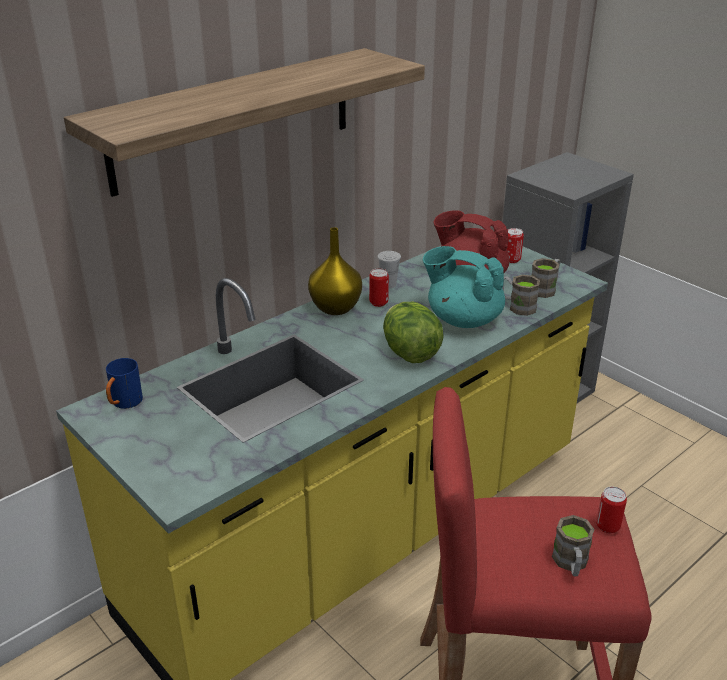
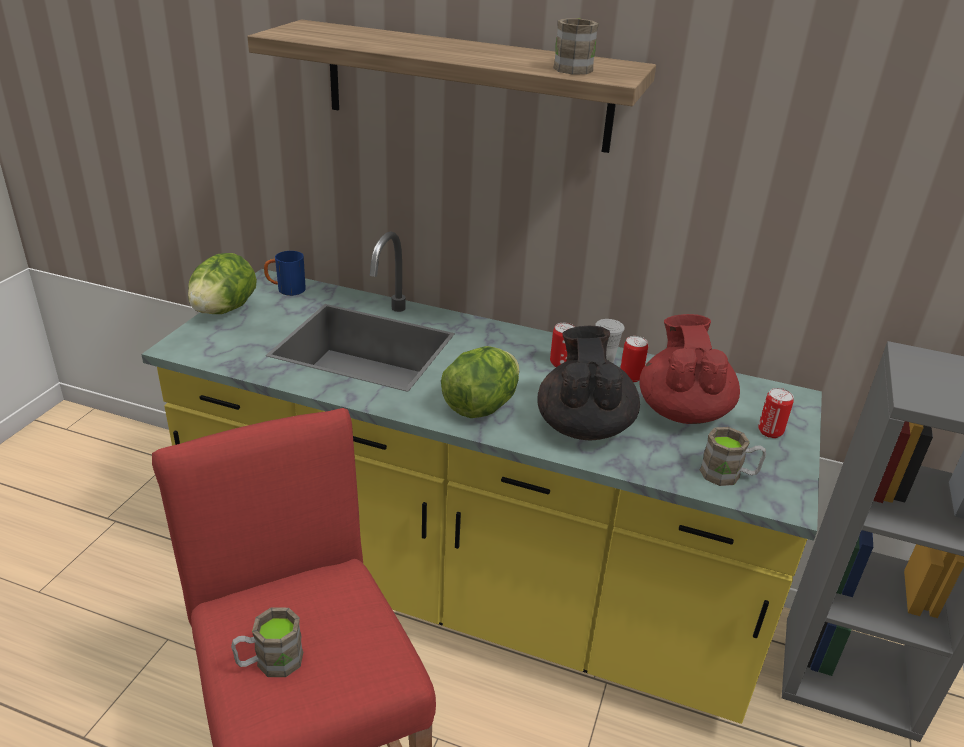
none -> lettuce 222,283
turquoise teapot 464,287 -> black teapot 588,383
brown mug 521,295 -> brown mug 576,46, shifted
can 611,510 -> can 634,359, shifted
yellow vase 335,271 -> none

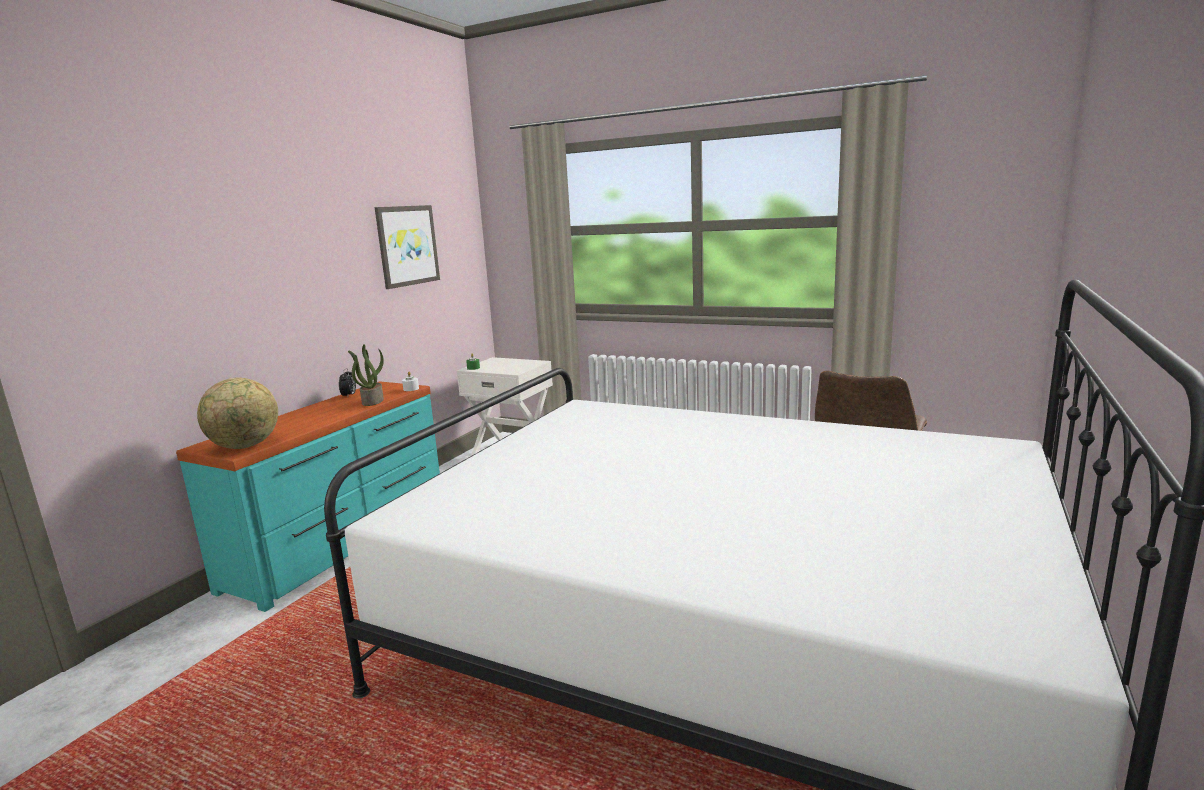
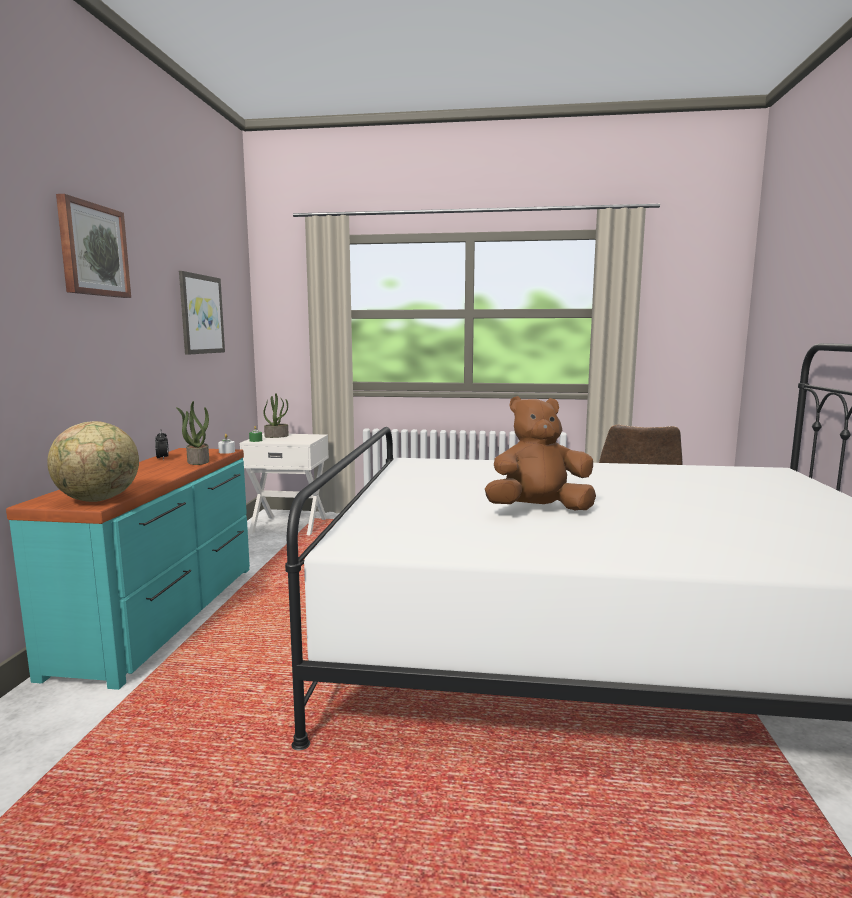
none -> picture 93,246
none -> potted plant 276,415
none -> brown plush toy 540,453

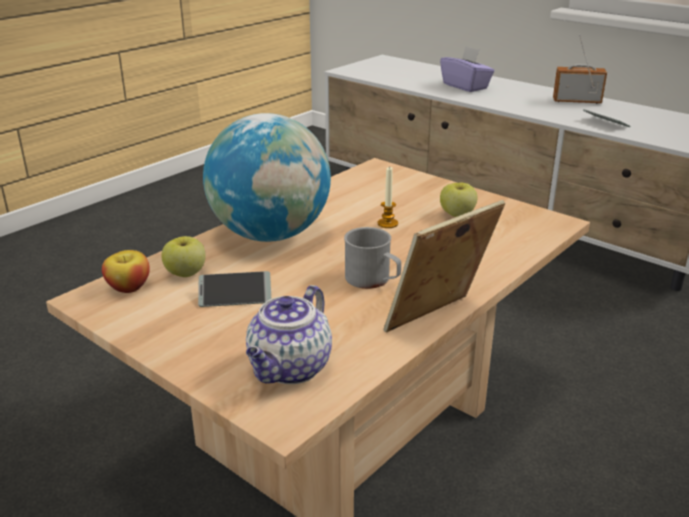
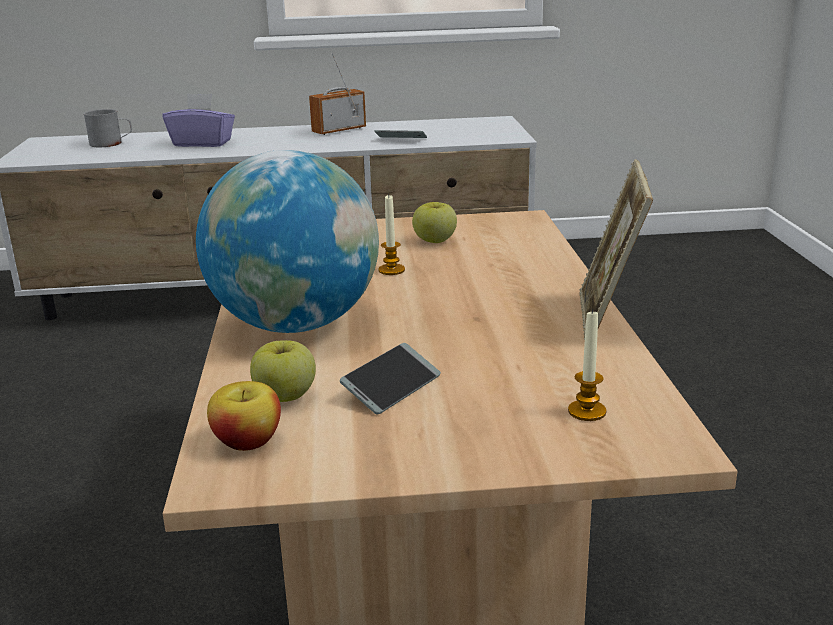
grey mug 372,258 -> grey mug 107,128, shifted
teapot 289,334 -> candle 587,365

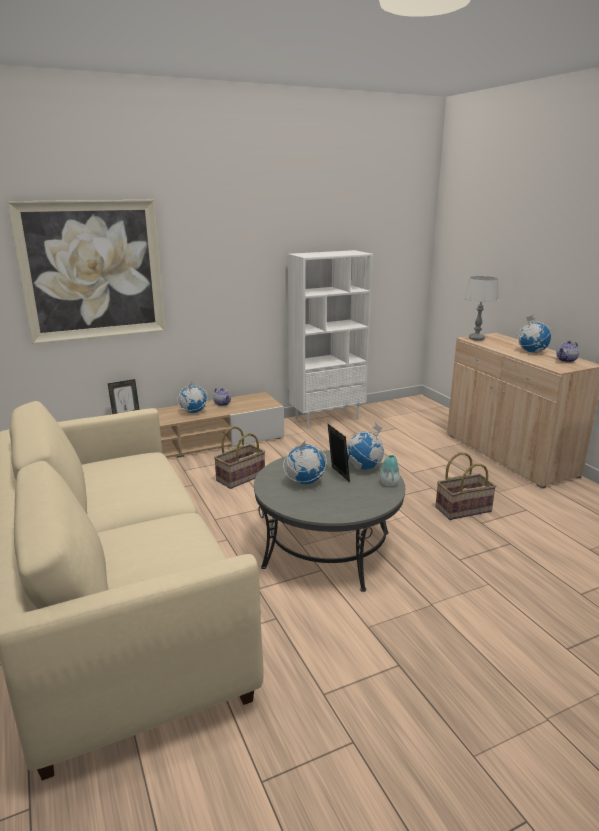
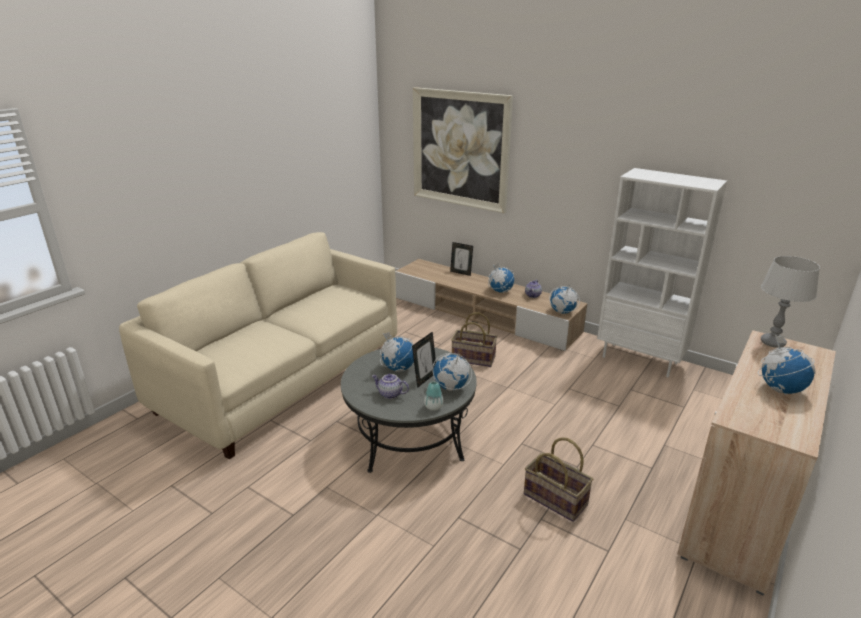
teapot 567,352 -> teapot 390,386, shifted
none -> globe 564,299

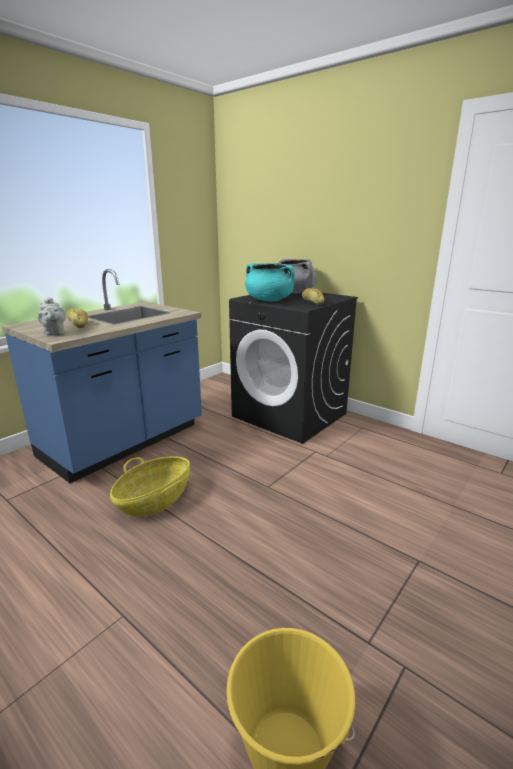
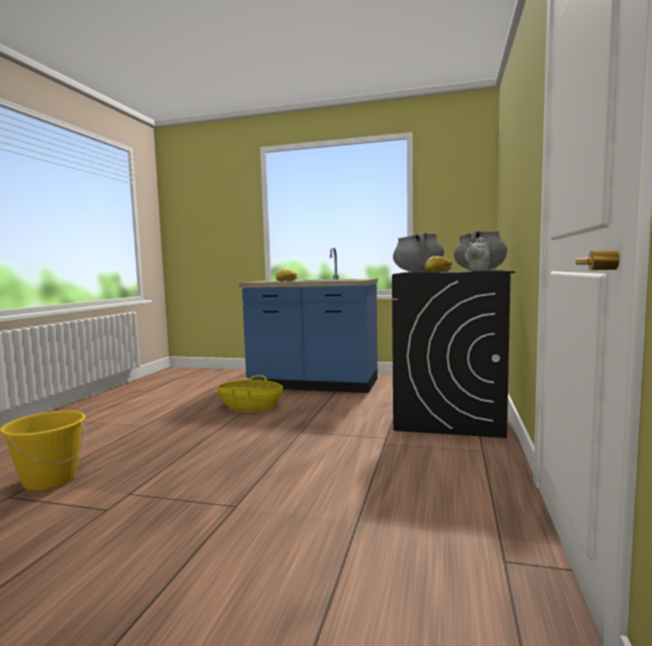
turquoise cooking pot 270,282 -> grey cooking pot 418,252
grey teapot 52,316 -> grey teapot 477,254, shifted

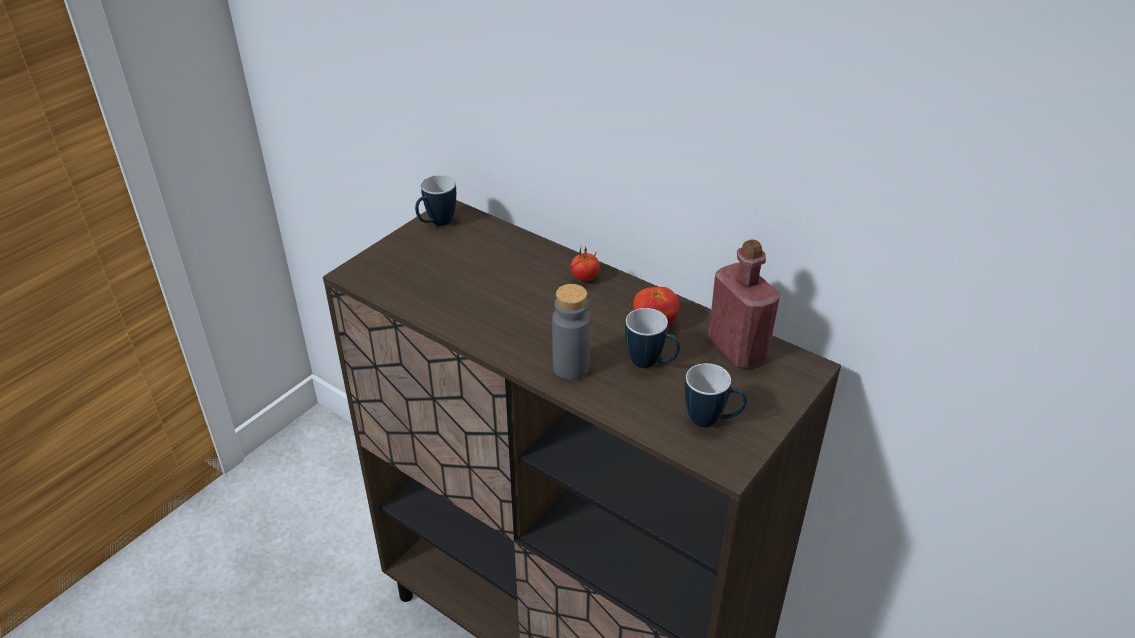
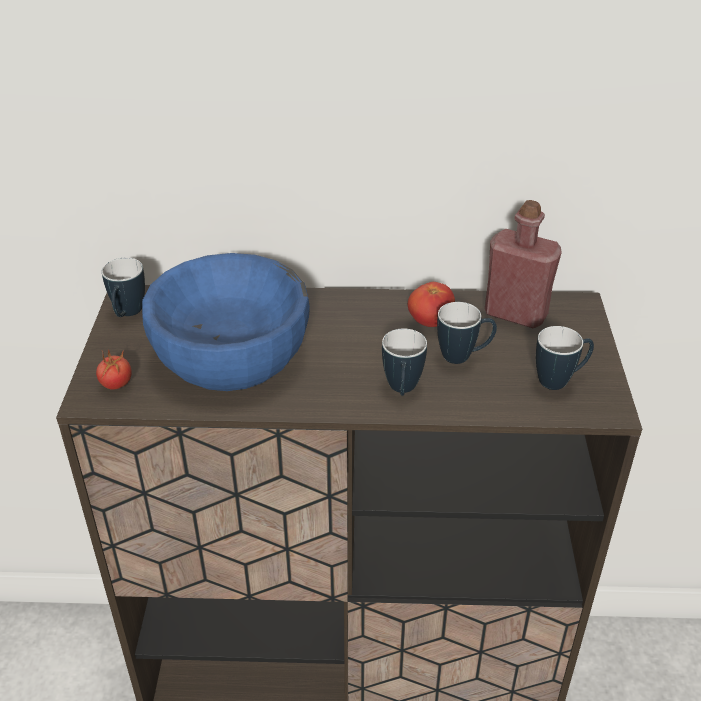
tomato 585,264 -> tomato 114,369, shifted
none -> blue bowl 226,322
grey bottle 571,332 -> mug 404,362

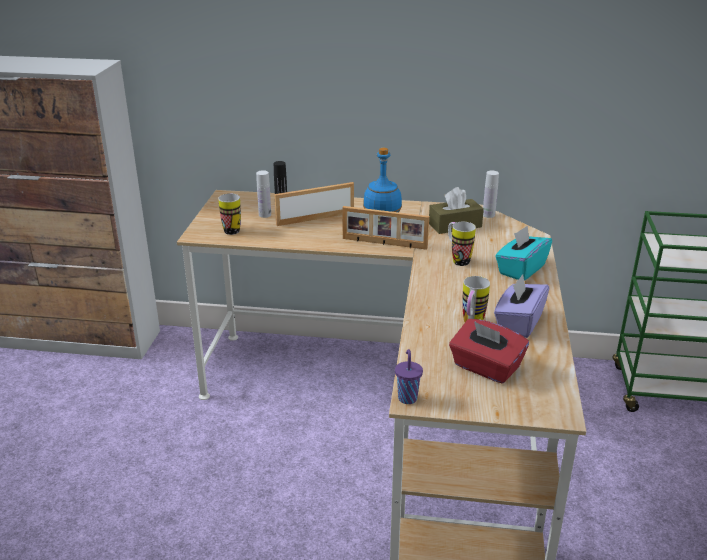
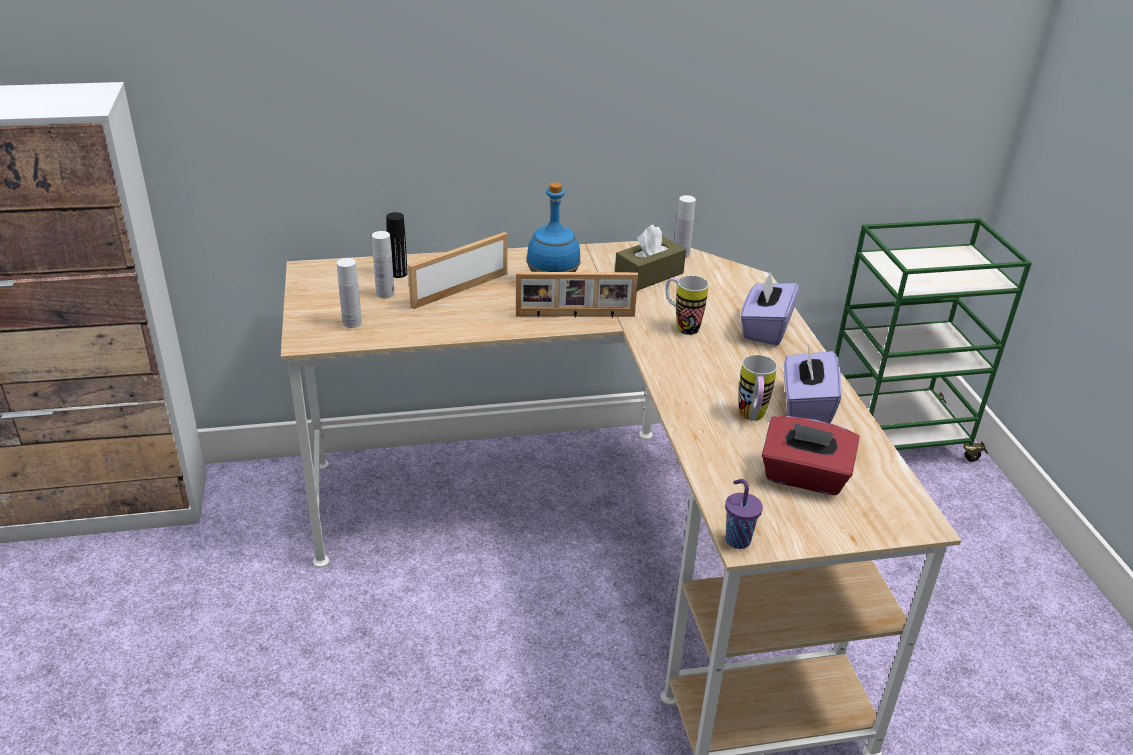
mug 229,214 -> white bottle 349,293
turquoise tissue box 523,253 -> purple tissue box 769,308

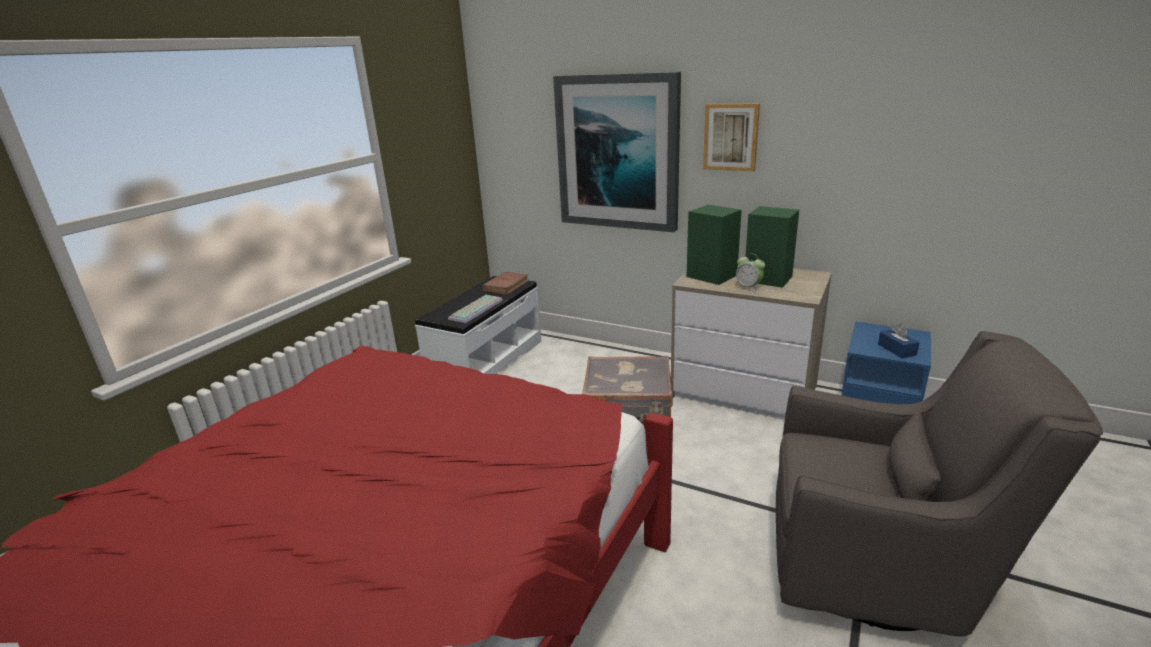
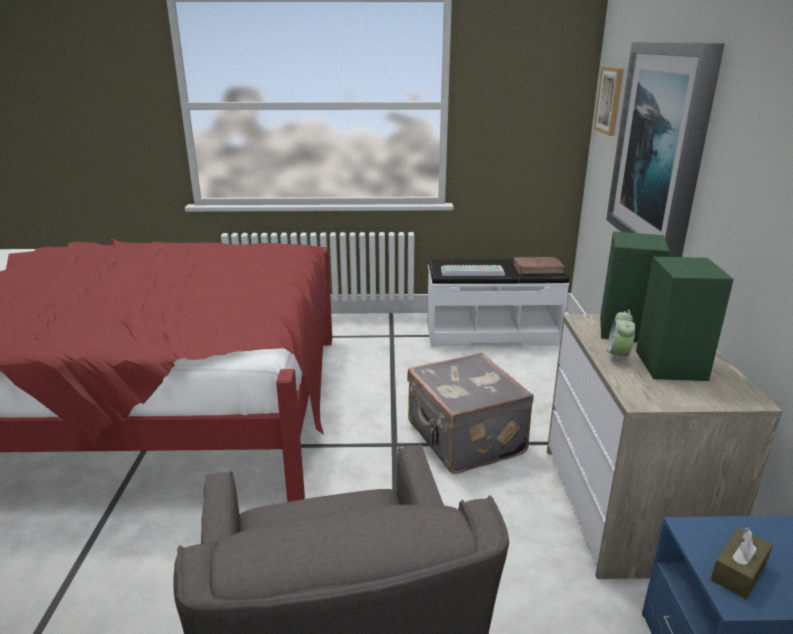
picture 731,137 -> picture 608,101, shifted
blue tissue box 899,341 -> brown tissue box 742,563

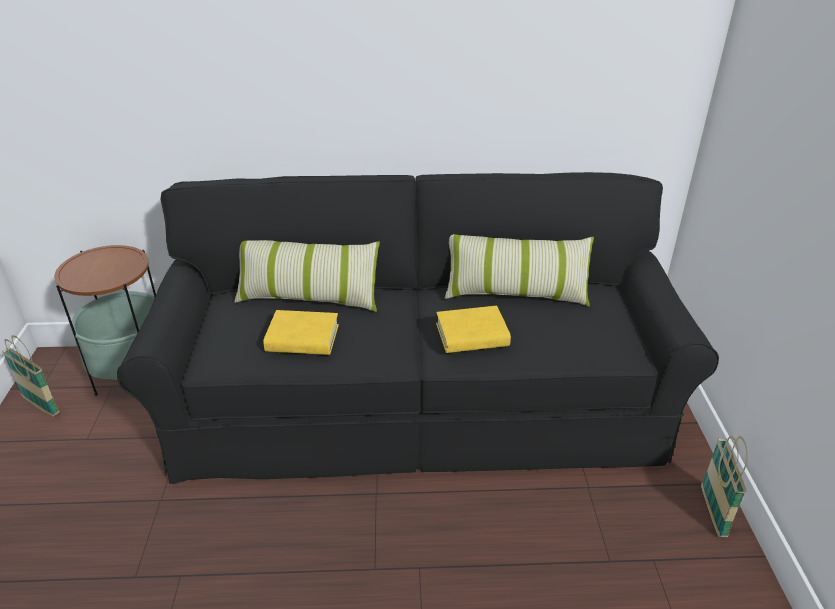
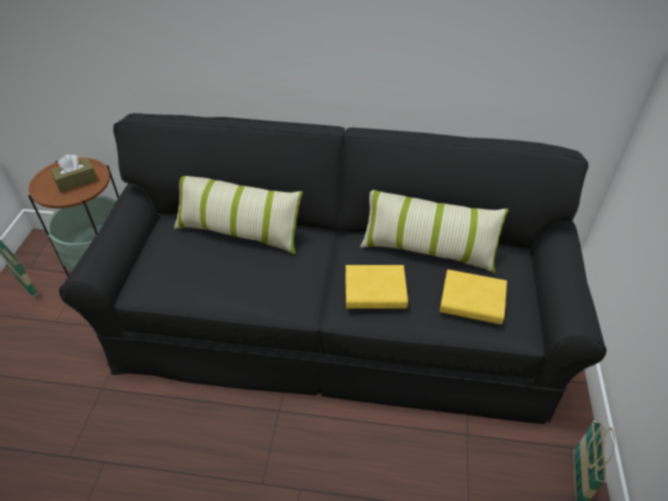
none -> brown tissue box 74,173
yellow book 301,332 -> yellow book 473,296, shifted

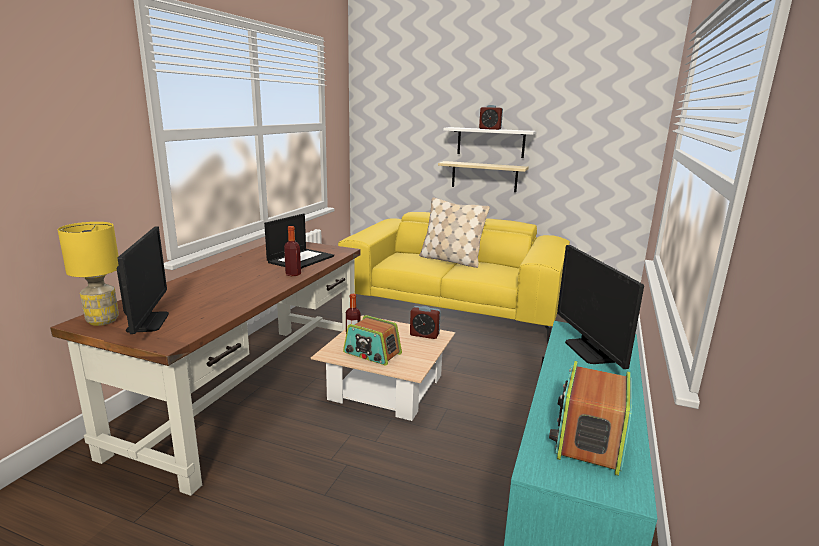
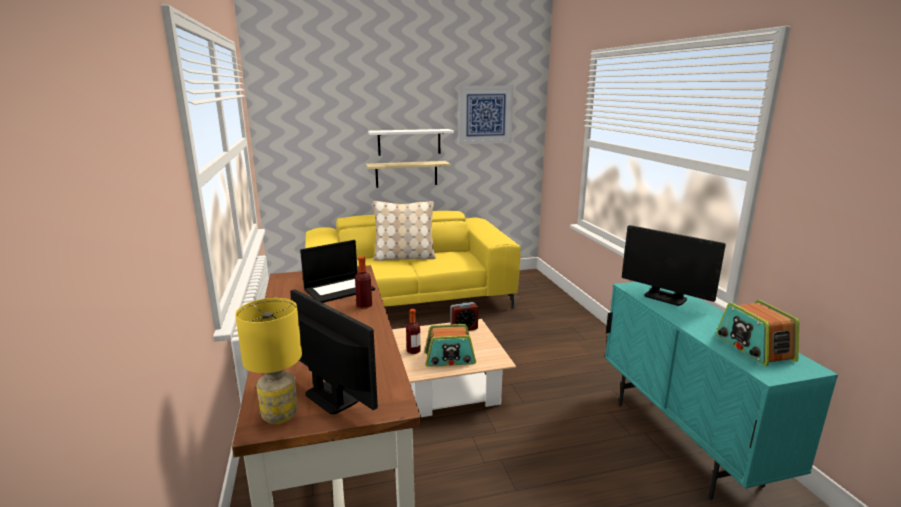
laptop 299,241 -> laptop 337,271, 60 degrees clockwise
none -> picture 486,115
alarm clock 491,117 -> none

